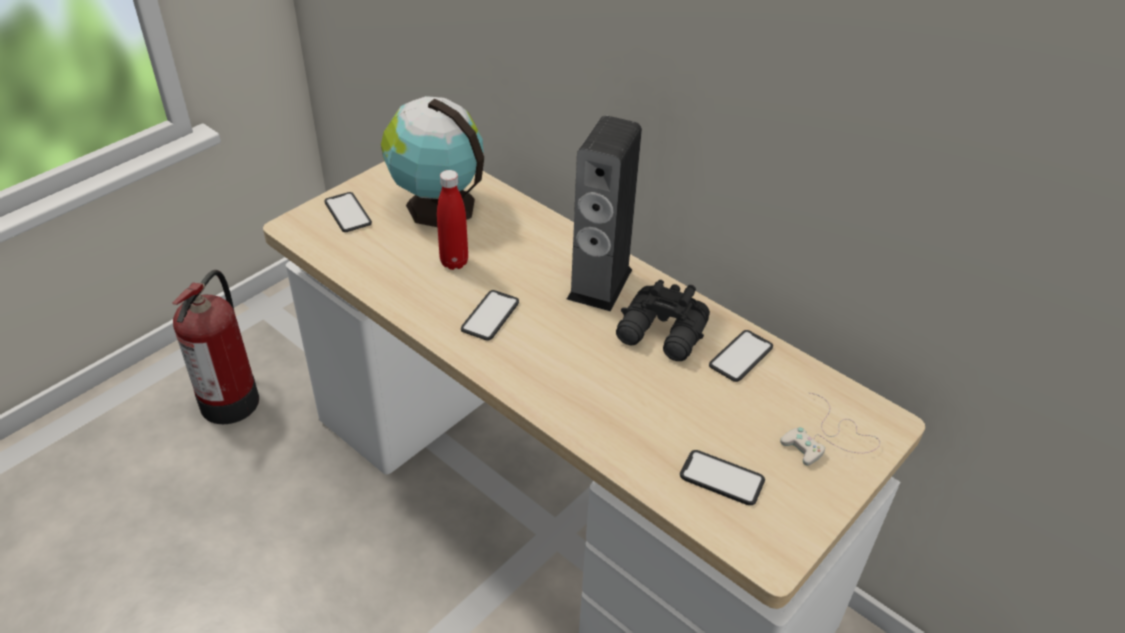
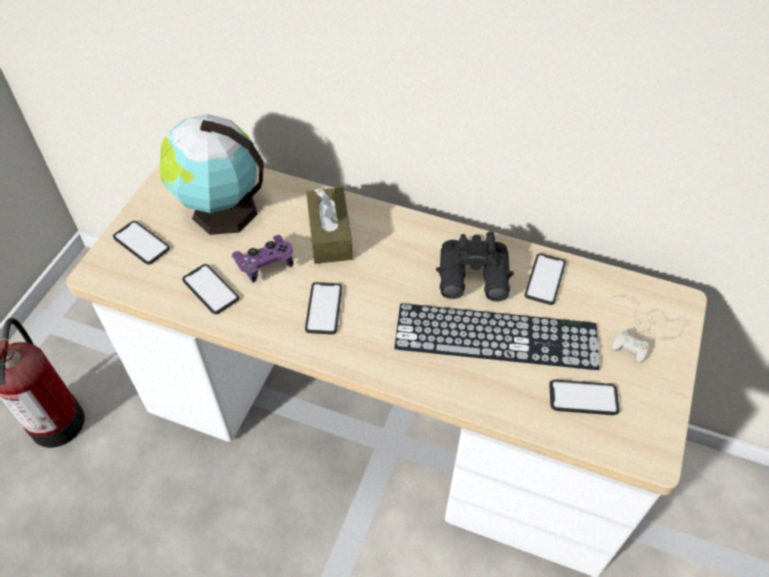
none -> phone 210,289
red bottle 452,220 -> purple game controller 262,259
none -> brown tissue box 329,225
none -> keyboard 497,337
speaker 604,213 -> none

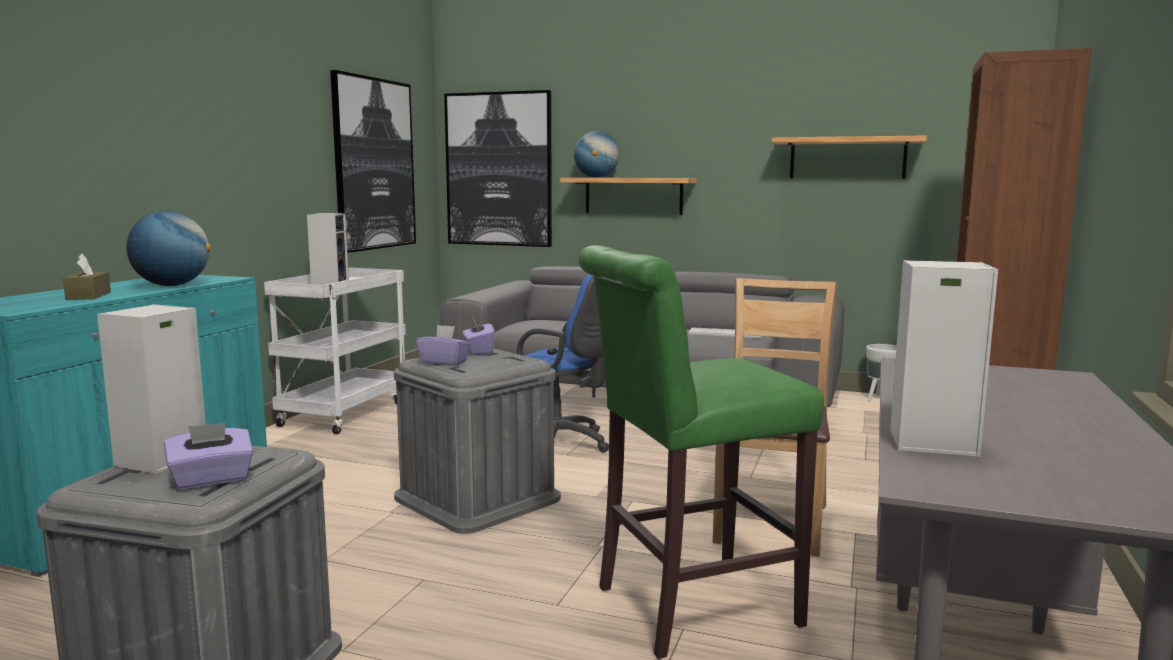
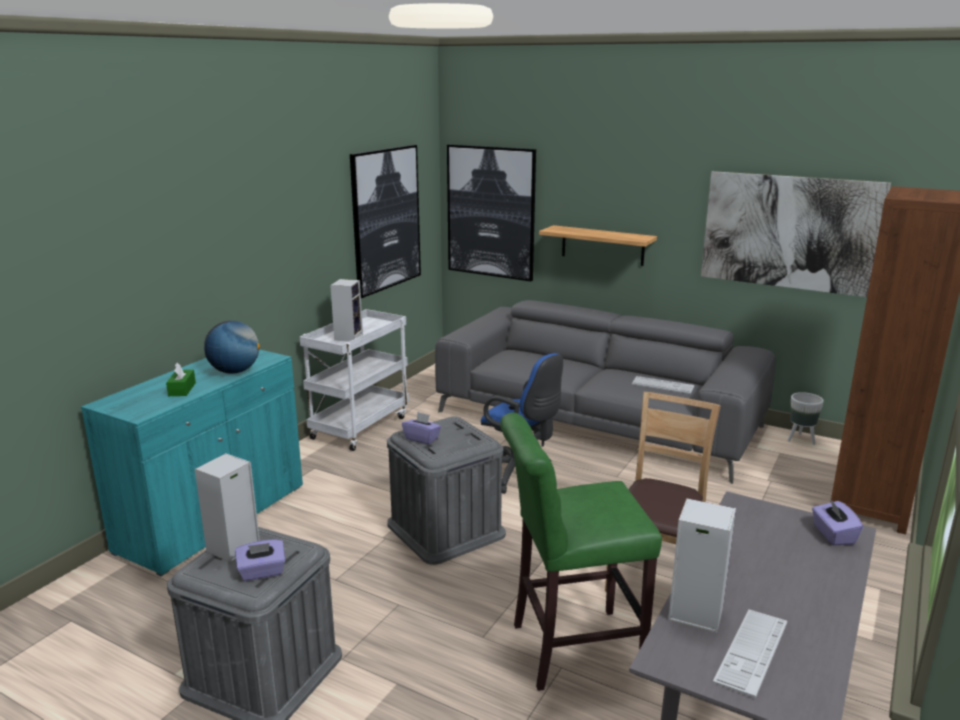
brown tissue box 87,277 -> green tissue box 181,379
shelf 849,157 -> picture 796,234
none -> keyboard 750,654
purple tissue box 479,336 -> purple tissue box 837,521, shifted
globe 596,154 -> none

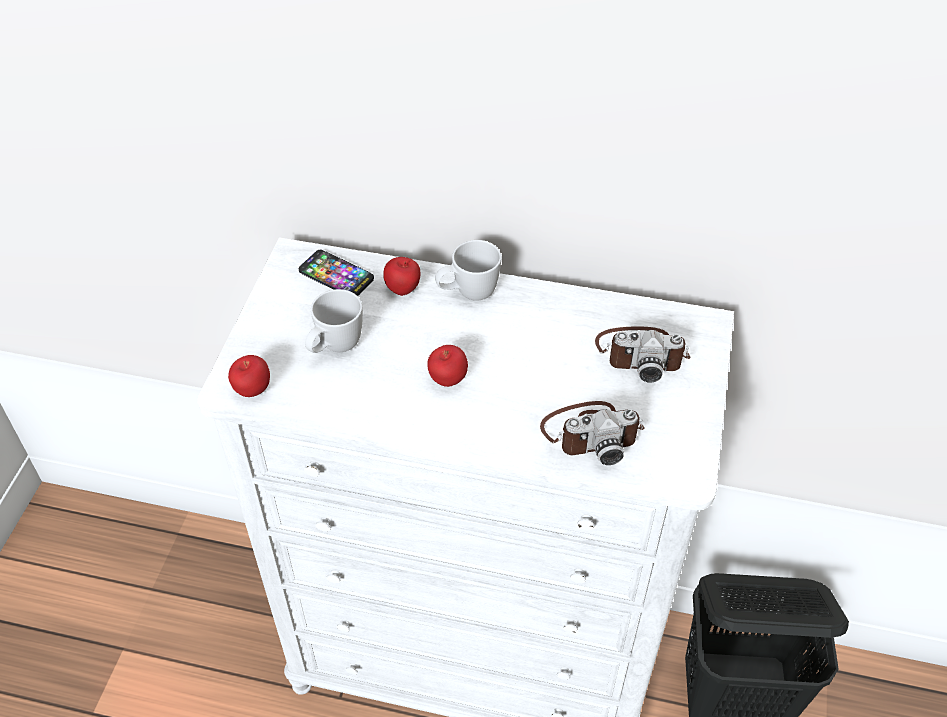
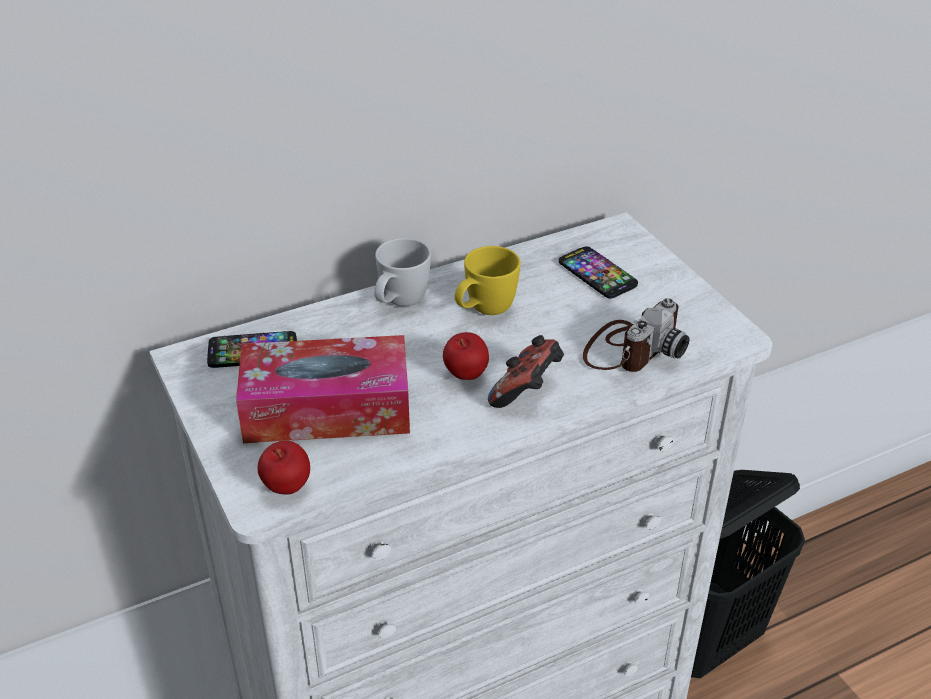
white mug 334,321 -> tissue box 323,389
none -> yellow mug 488,280
none -> game controller 526,371
photo camera 642,354 -> phone 598,272
apple 401,276 -> none

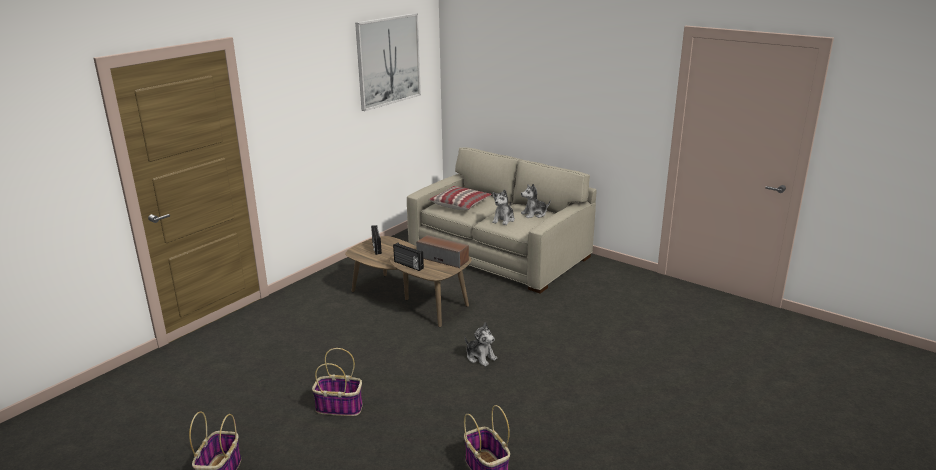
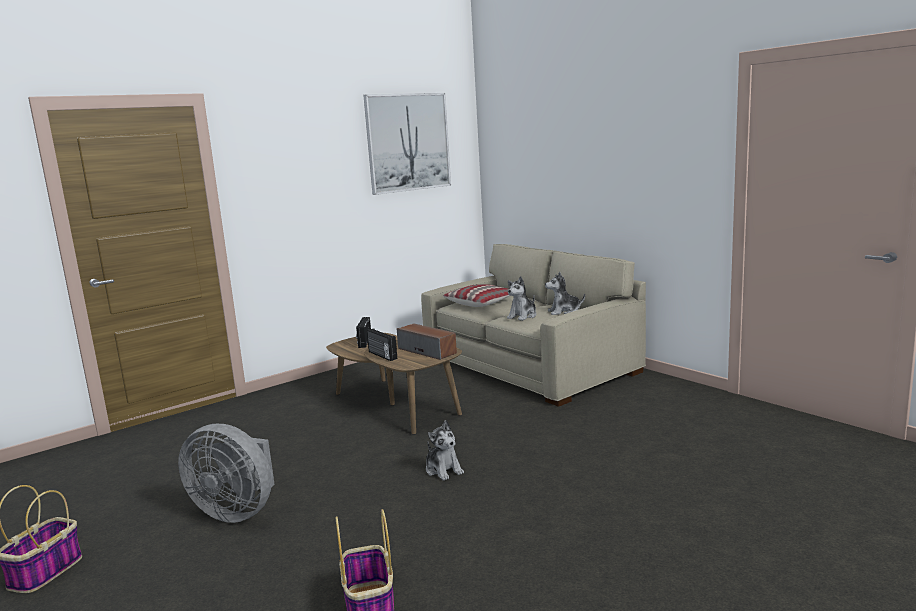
basket 337,382 -> grey fan 226,473

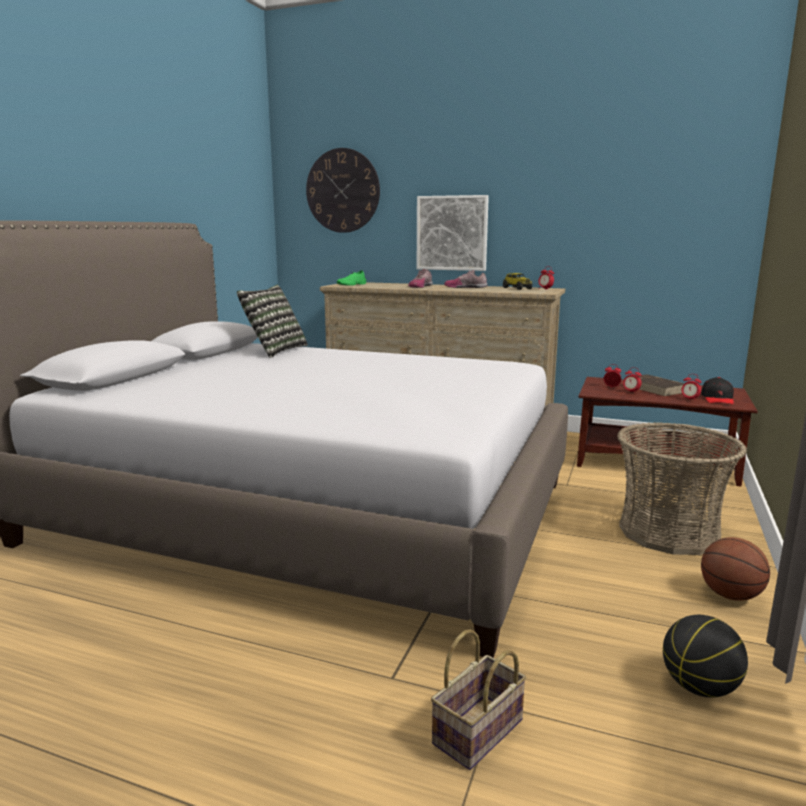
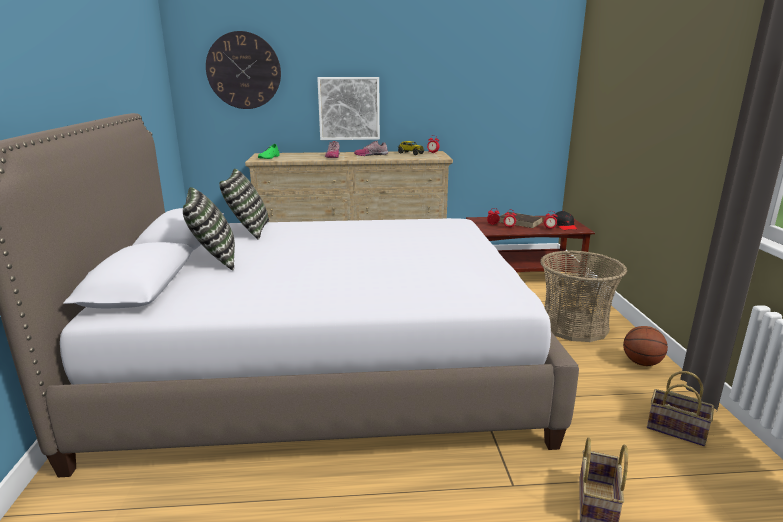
none -> pillow 209,228
basketball 705,656 -> basket 680,408

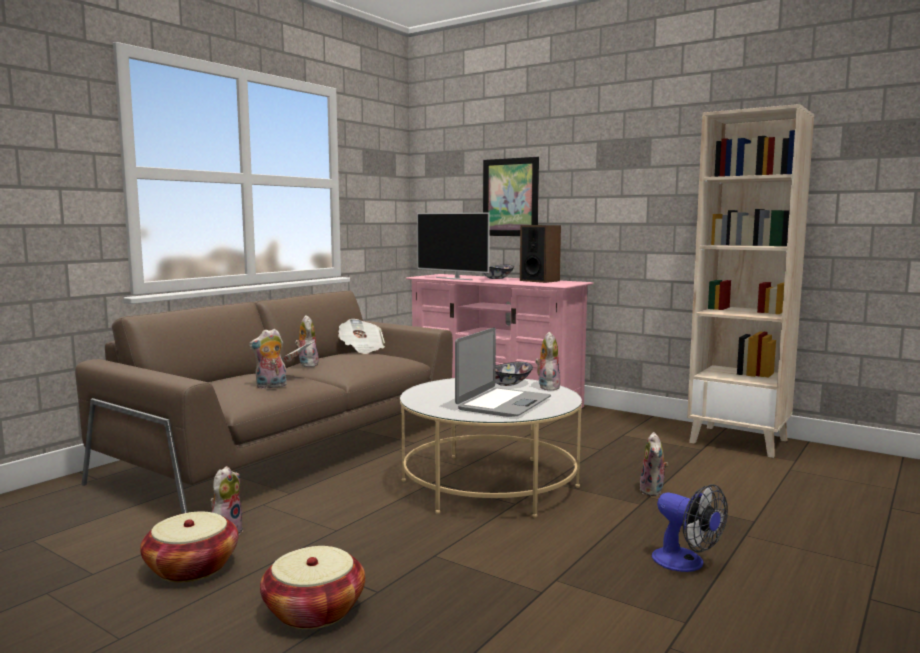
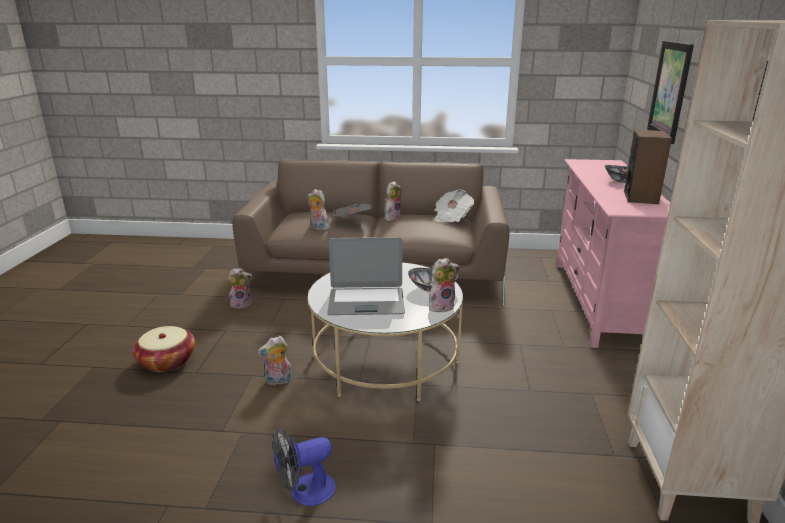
plush toy 654,464 -> plush toy 275,361, shifted
fan 690,528 -> fan 304,467, 45 degrees clockwise
basket 189,546 -> none
television 453,246 -> none

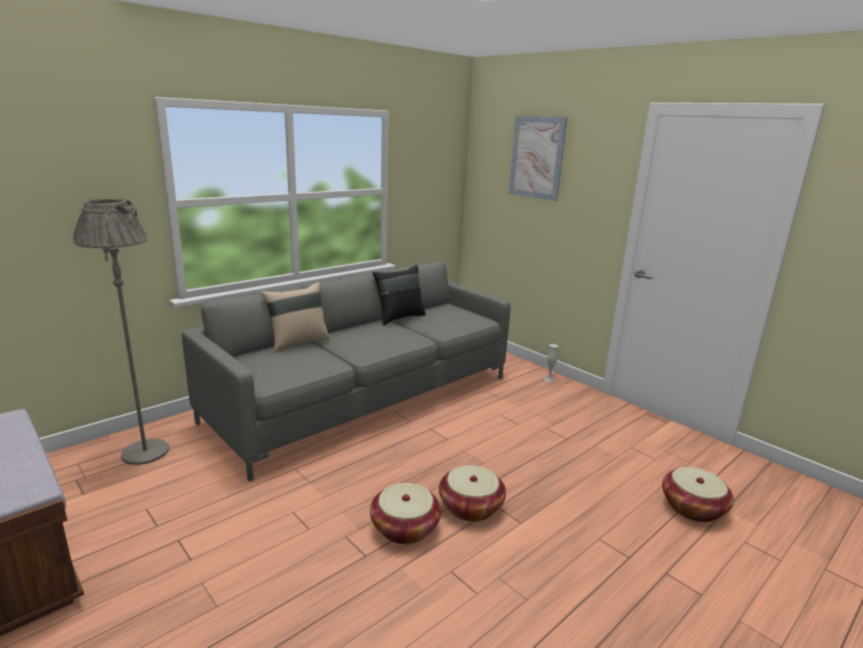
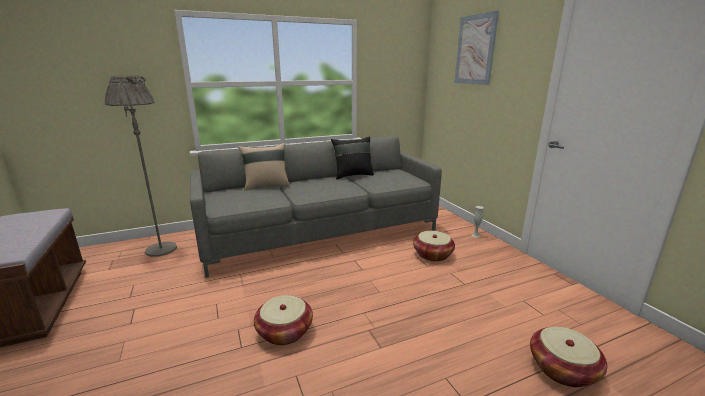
basket 472,493 -> basket 434,246, shifted

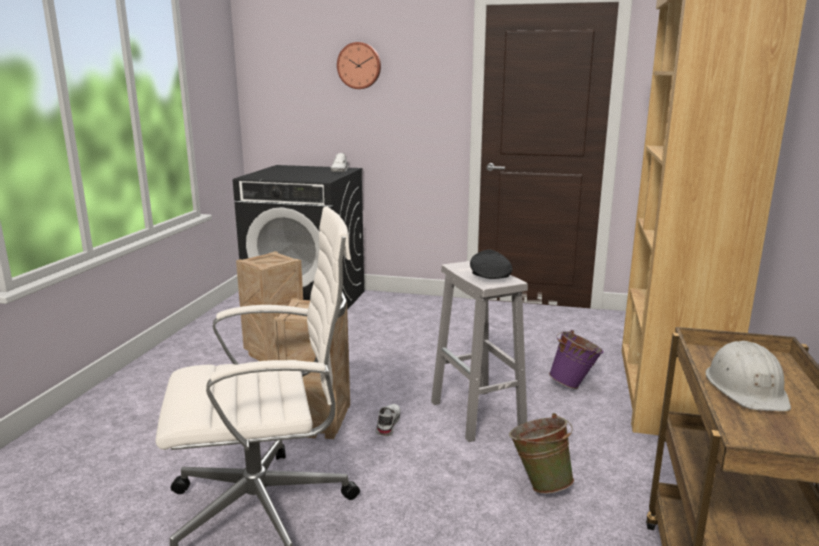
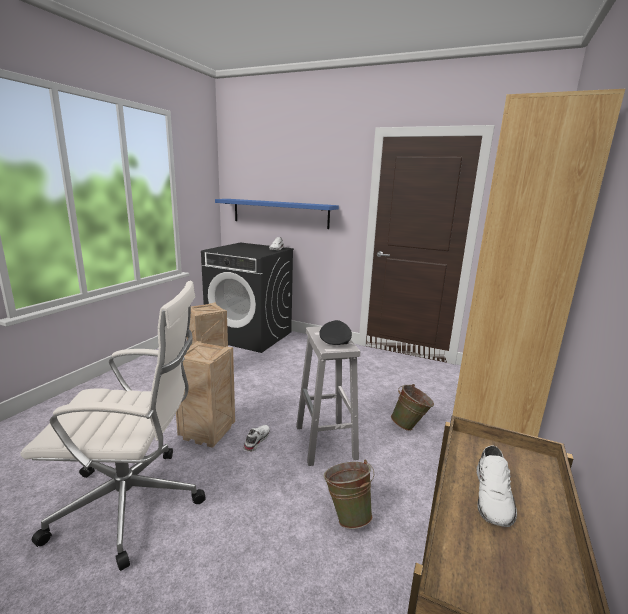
none -> blue shelf 277,214
purple bucket 576,359 -> green bucket 412,407
white hard hat 748,376 -> white shoe 496,486
wall clock 359,65 -> none

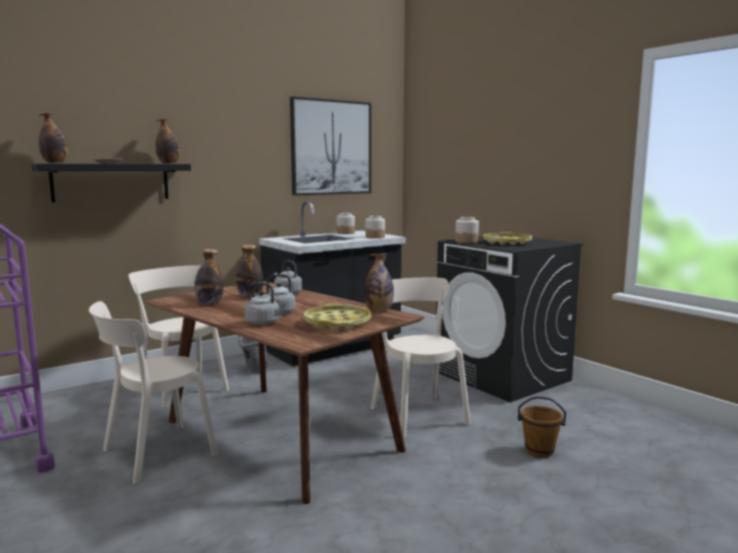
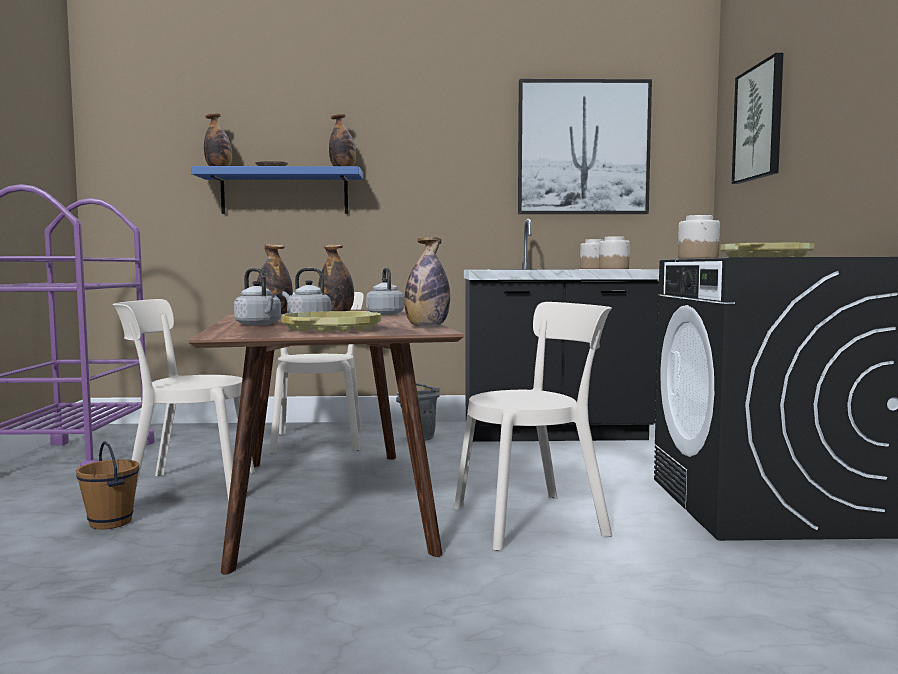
brown bucket 542,427 -> brown bucket 107,485, shifted
black shelf 111,183 -> blue shelf 277,190
beige chair 421,357 -> beige chair 533,426, 60 degrees clockwise
none -> picture 757,118

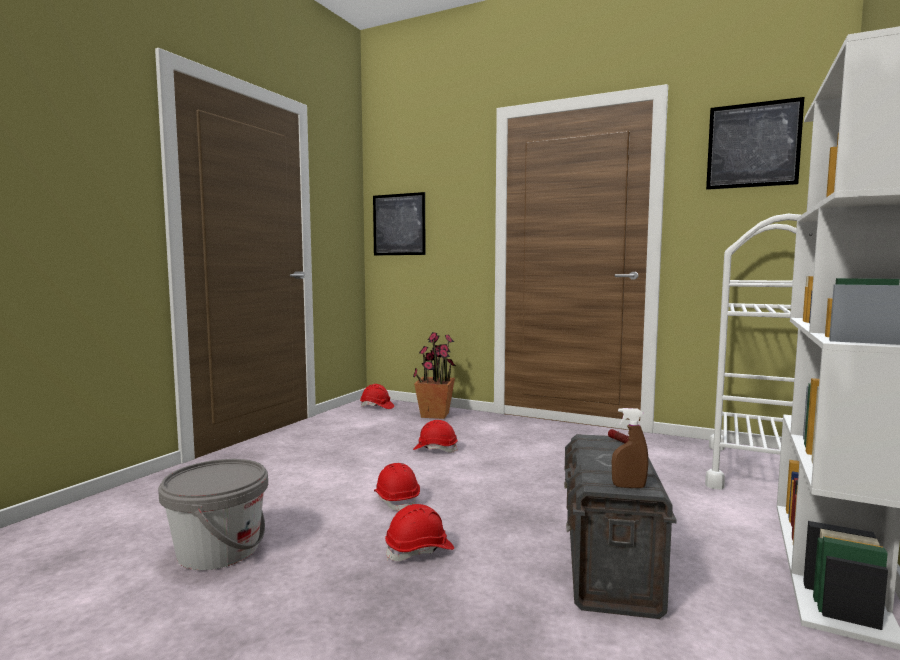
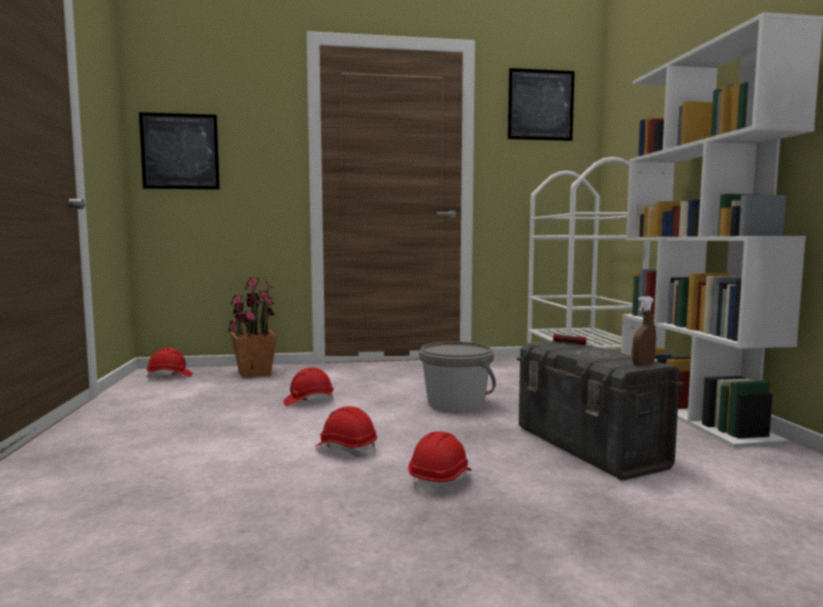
grey bucket 213,514 -> grey bucket 457,377, shifted

